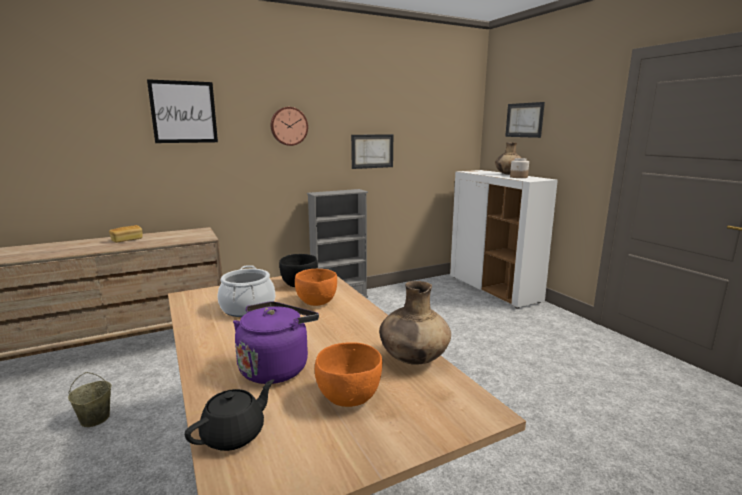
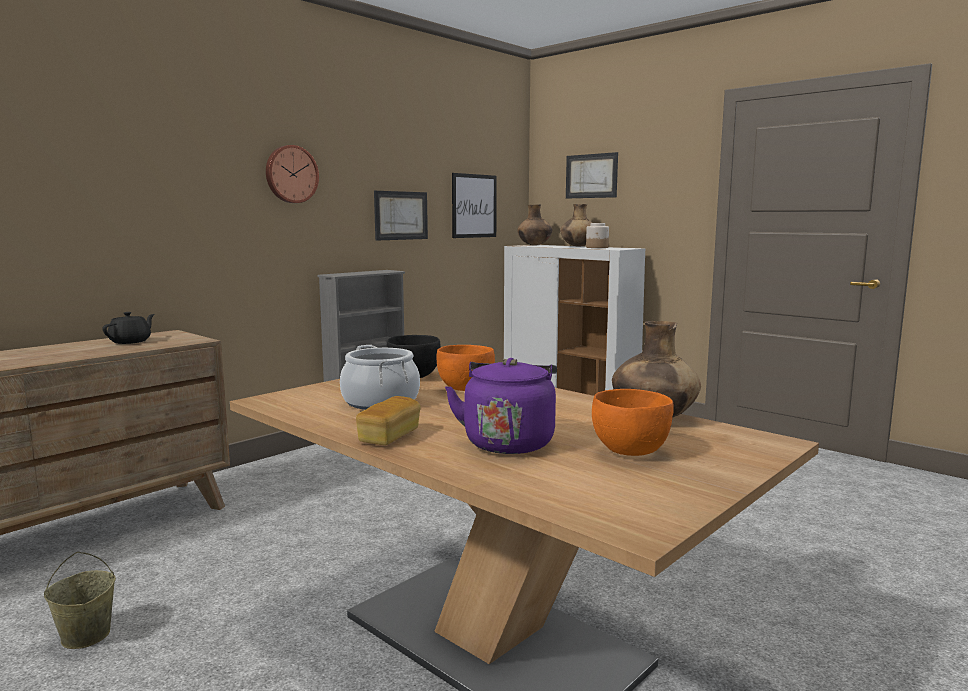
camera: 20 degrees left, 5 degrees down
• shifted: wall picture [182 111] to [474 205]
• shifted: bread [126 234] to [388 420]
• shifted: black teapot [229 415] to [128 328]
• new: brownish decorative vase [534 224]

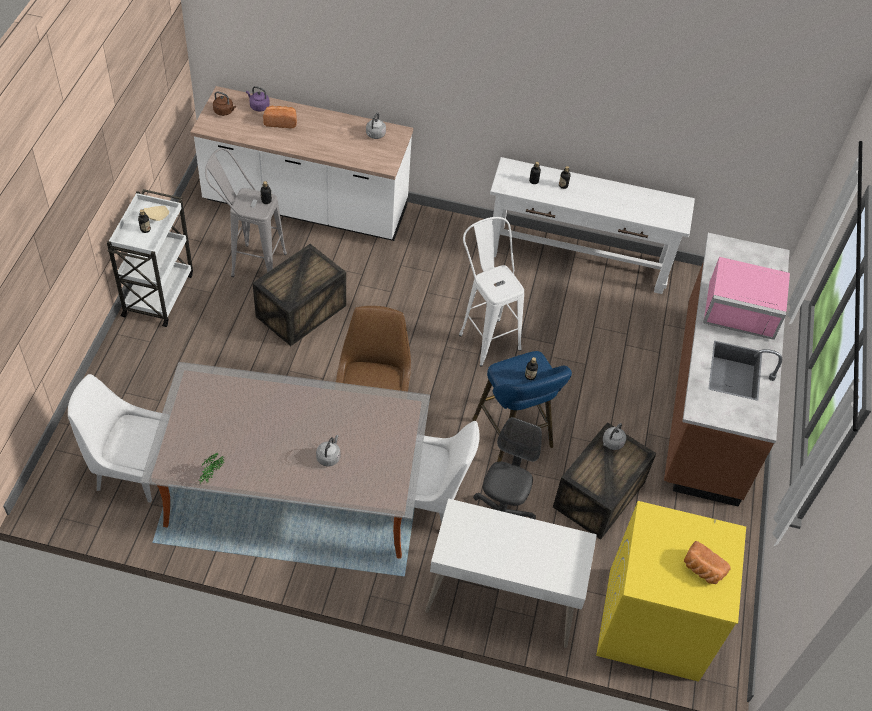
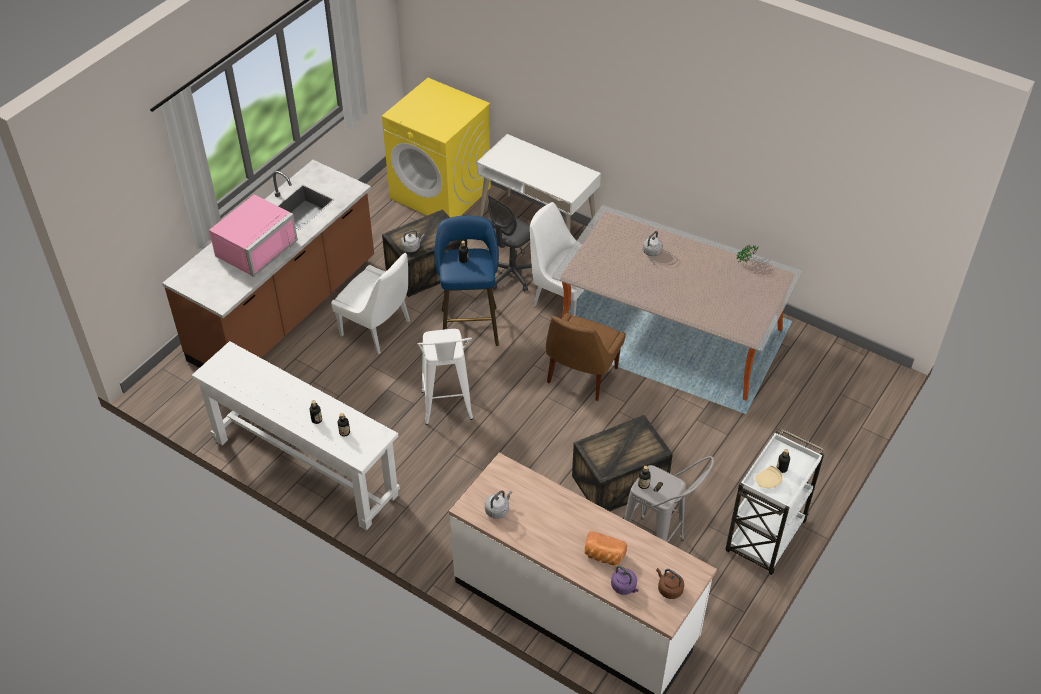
camera: 155 degrees left, 5 degrees down
• rotated: pink-coloured microwave [746 298] = [253 235] 90 degrees clockwise
• shifted: white-coloured chair [115 438] to [370 303]
• gone: bread [707 562]

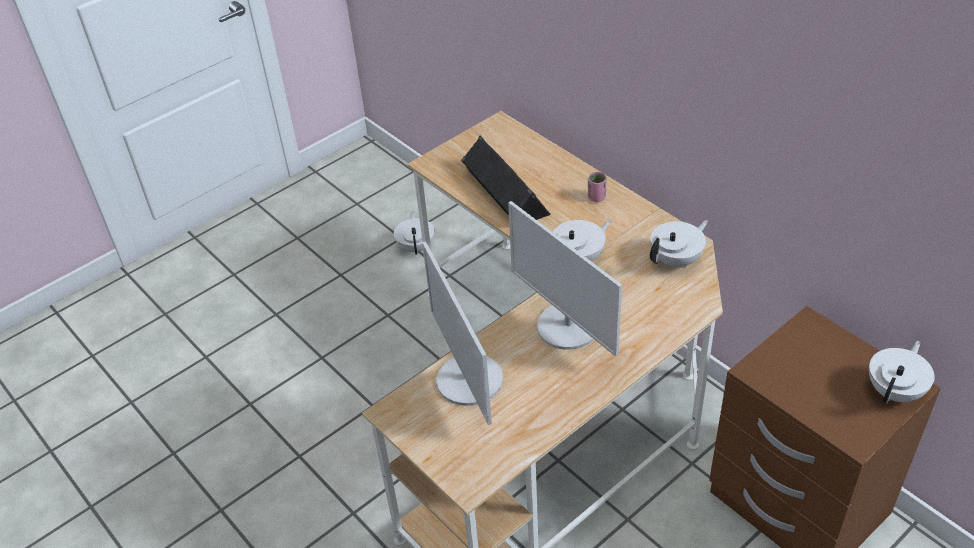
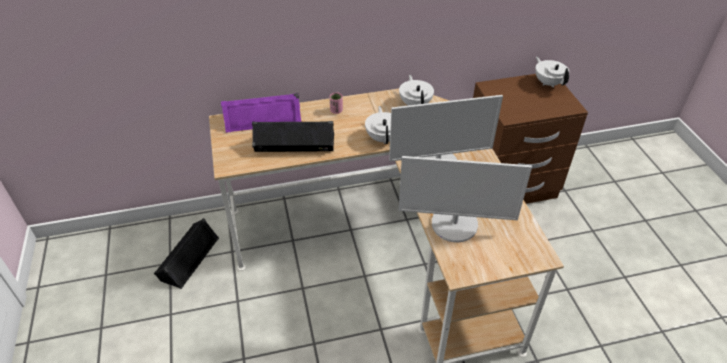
camera: 65 degrees left, 0 degrees up
• swapped: white-coloured teapot [414 233] to black loudspeaker [186 253]
• new: purple-coloured loudspeaker [261 113]

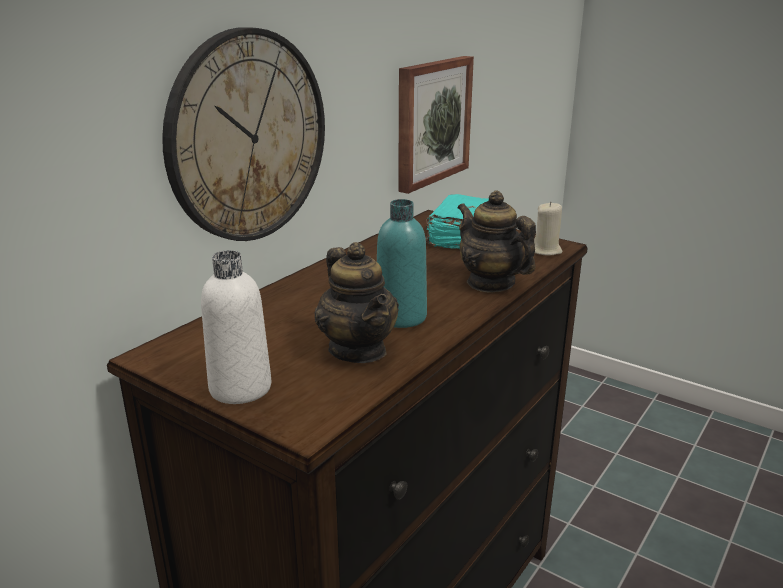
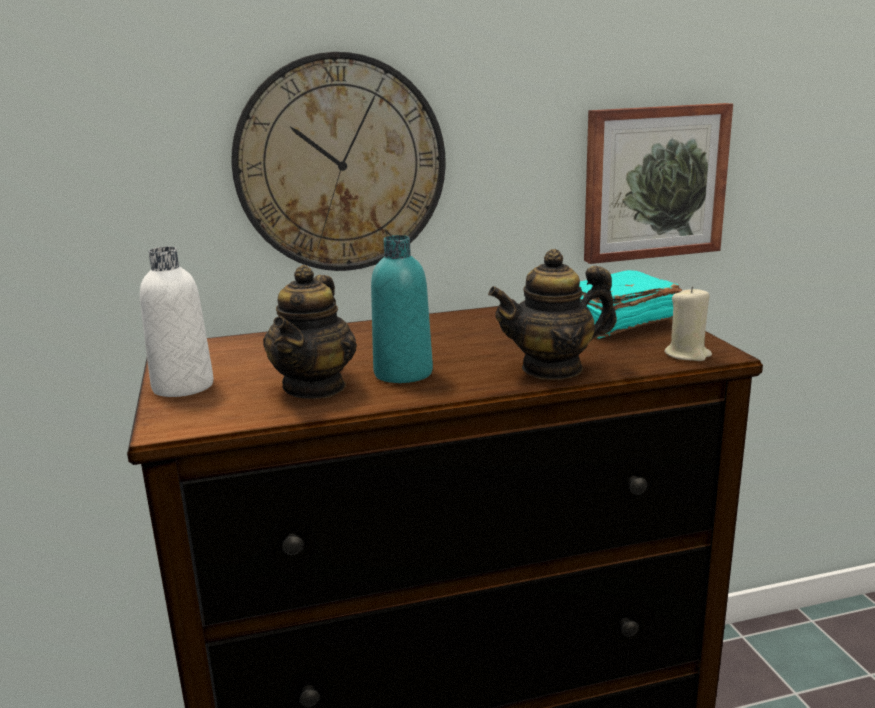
camera: 40 degrees right, 5 degrees down
• rotated: teapot [496 241] = [552 314] 105 degrees counterclockwise

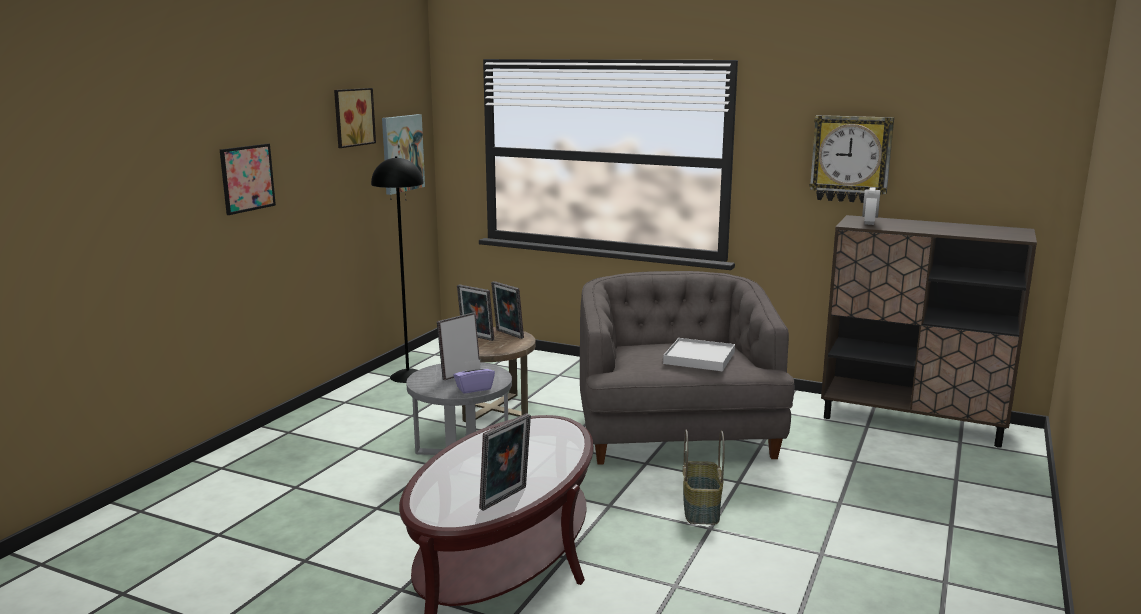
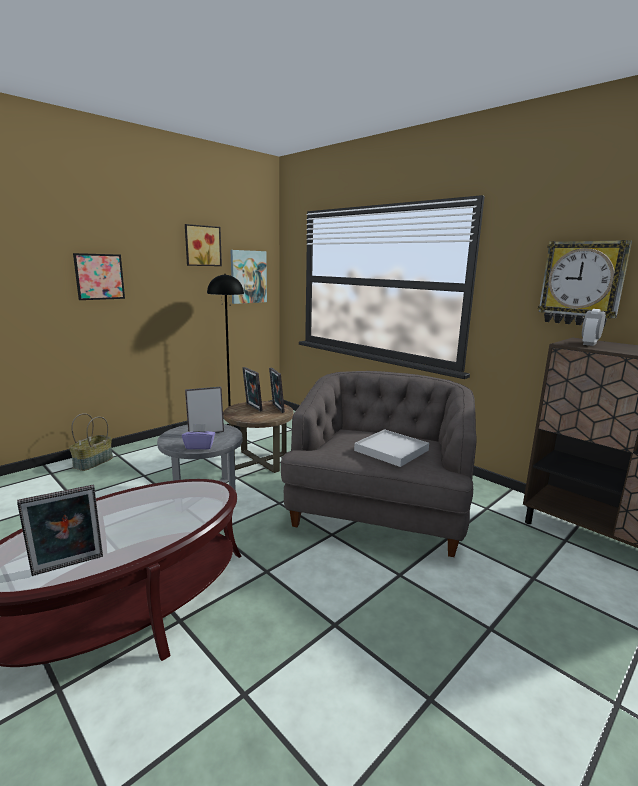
camera: 20 degrees right, 0 degrees up
• shifted: basket [703 477] to [91 442]

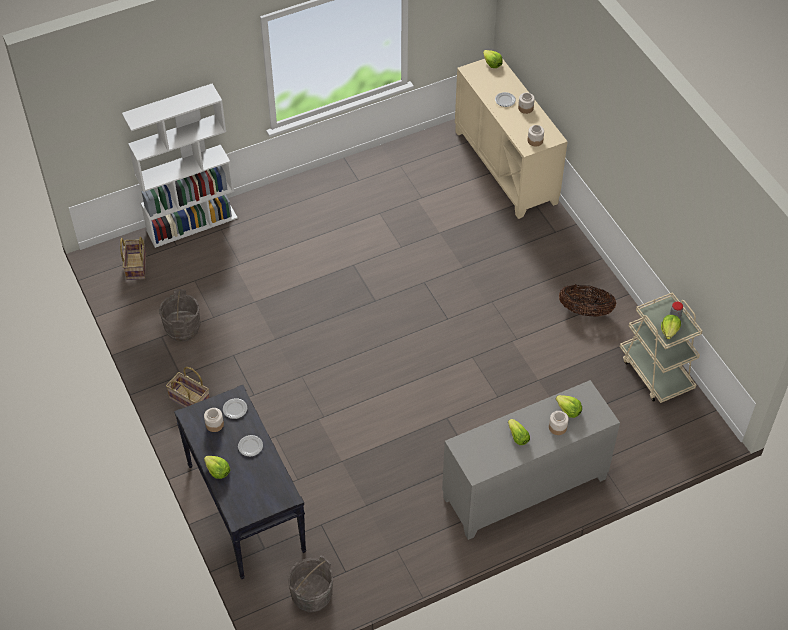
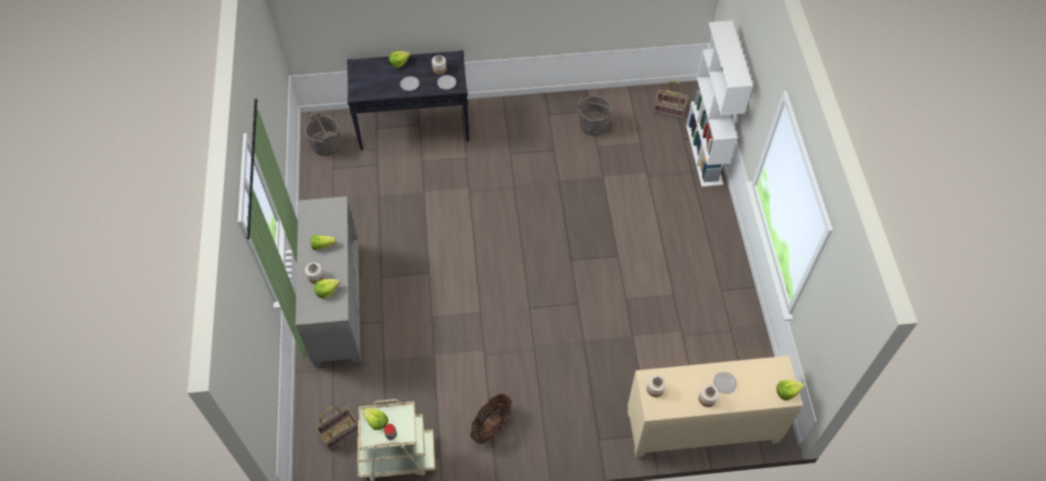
camera: 110 degrees right, 5 degrees up
• shifted: basket [188 387] to [336 428]

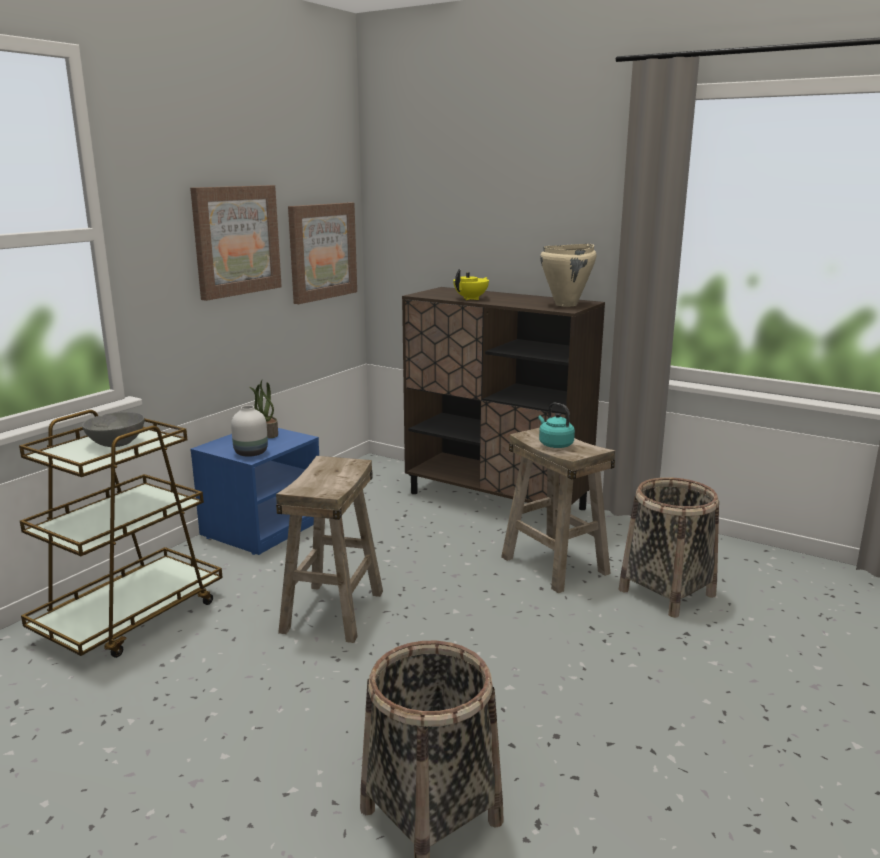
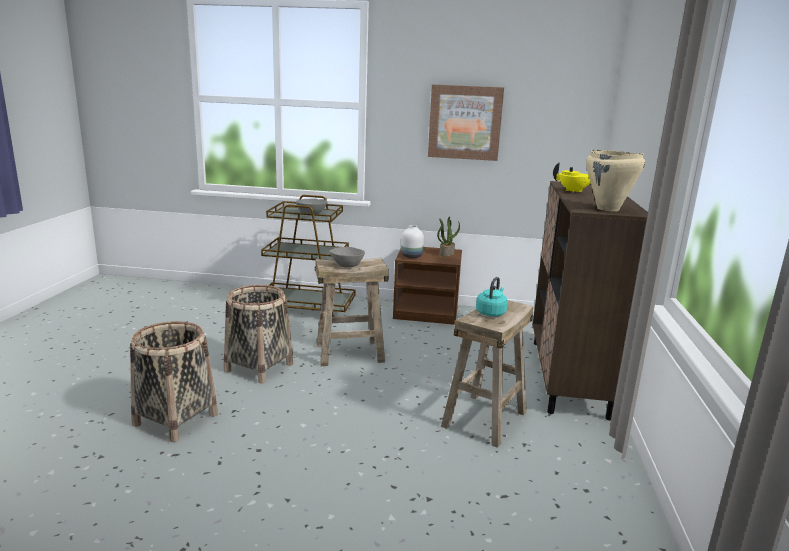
camera: 65 degrees right, 0 degrees up
• gone: wall picture [322 253]
• repainted: blue-coloured nightstand [254 491] to brownish nightstand [427 286]
• shifted: basket [669 547] to [258 334]
• new: greyish bowl [347 257]

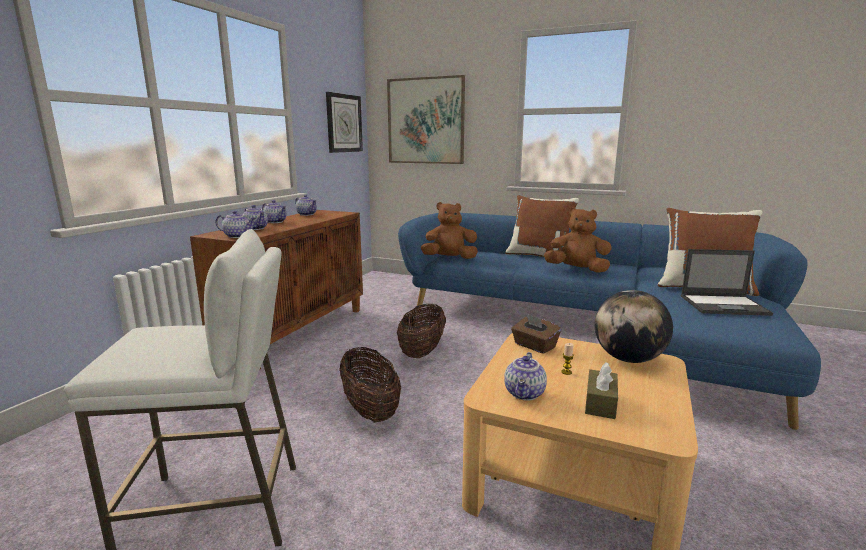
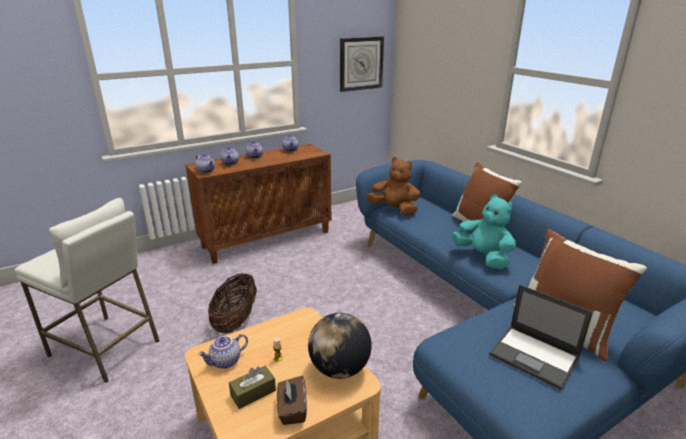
camera: 35 degrees right, 10 degrees up
• gone: wall picture [426 119]
• repainted: brownish plush toy [578 240] to blue-green plush toy [484 231]
• gone: basket [421 331]
• shifted: brownish tissue box [536 334] to [292 400]

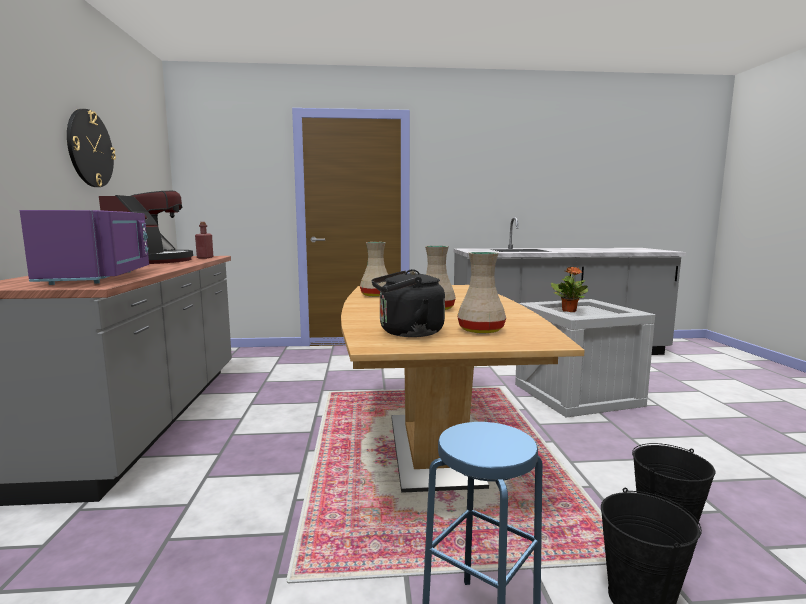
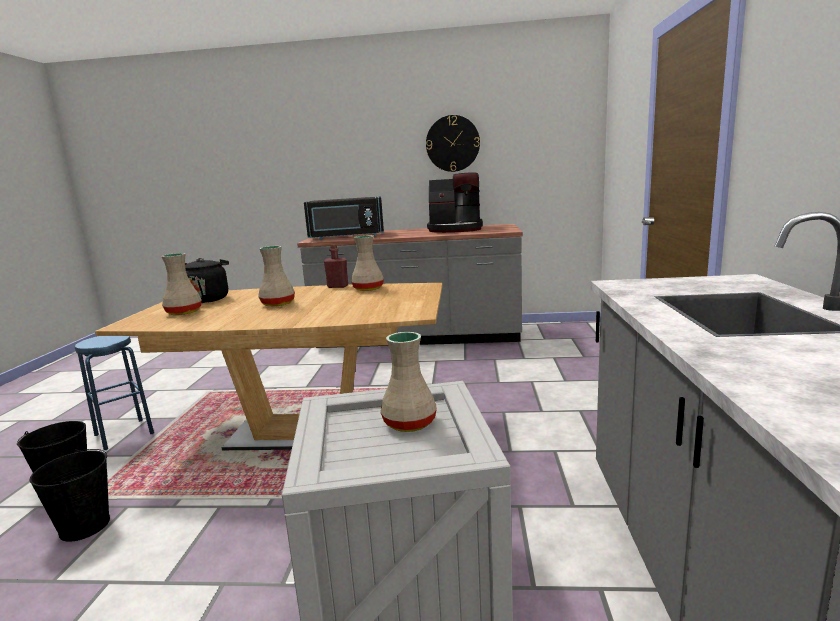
camera: 100 degrees right, 5 degrees up
• repainted: purple-coloured microwave [84 247] to black microwave [344 218]
• shifted: red drink bottle [204 240] to [336 266]
• swapped: potted plant [569 289] to beige-coloured decorative vase [409 382]

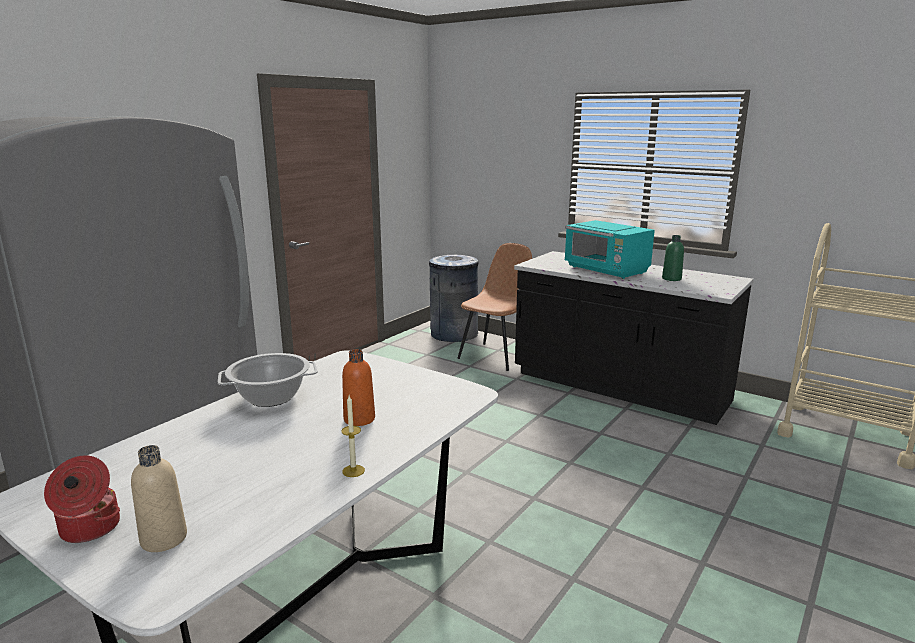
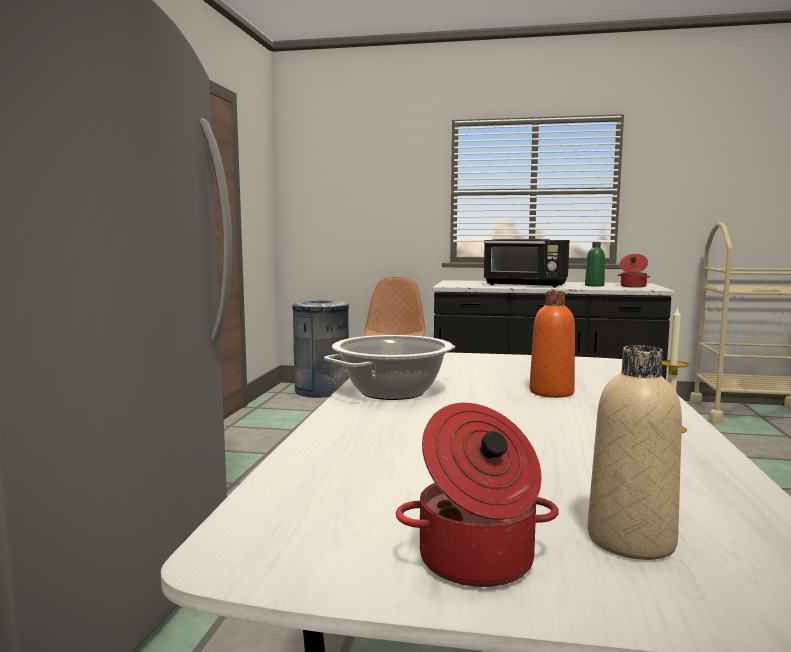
camera: 25 degrees left, 10 degrees down
• repainted: blue-green microwave [610 249] to black microwave [526 263]
• new: cooking pot [634 271]

